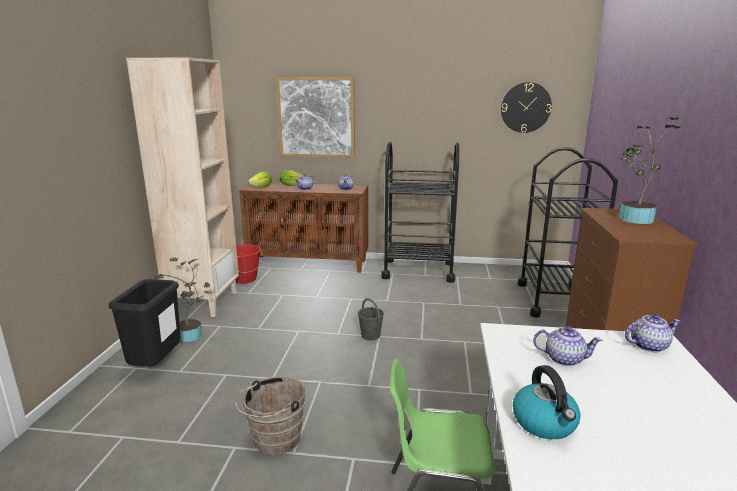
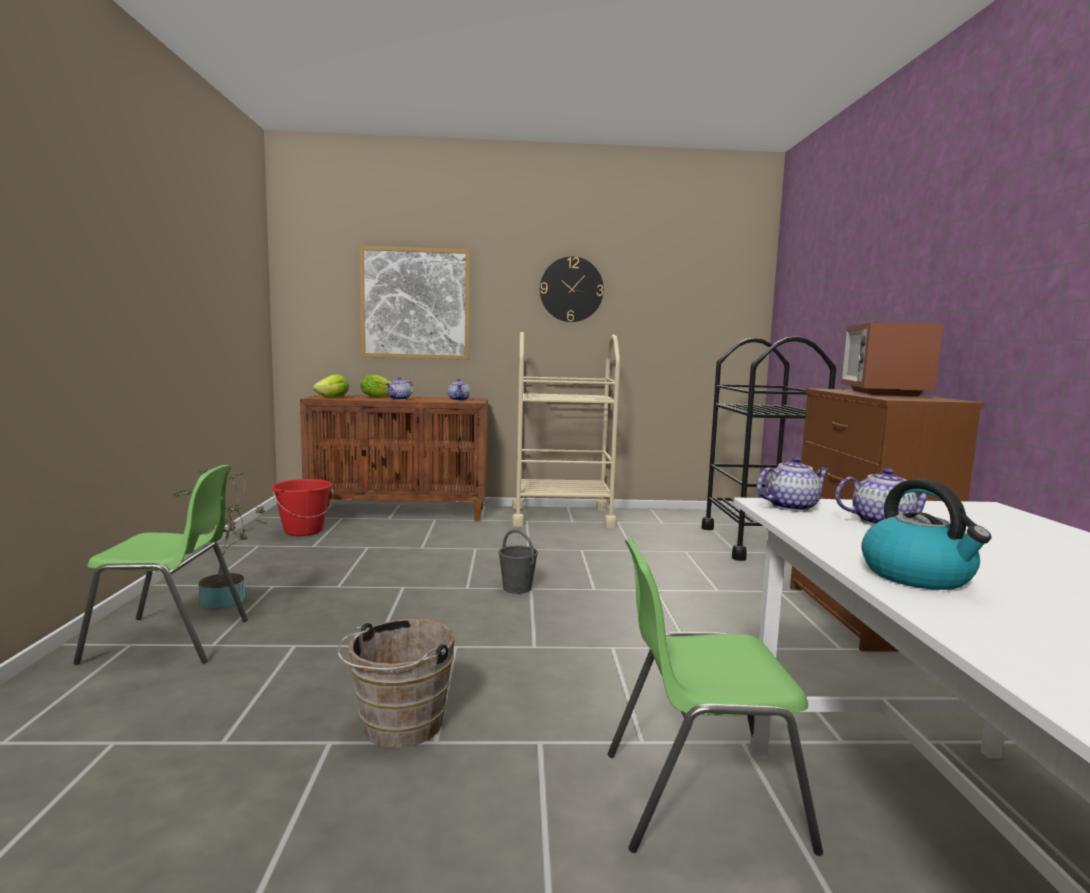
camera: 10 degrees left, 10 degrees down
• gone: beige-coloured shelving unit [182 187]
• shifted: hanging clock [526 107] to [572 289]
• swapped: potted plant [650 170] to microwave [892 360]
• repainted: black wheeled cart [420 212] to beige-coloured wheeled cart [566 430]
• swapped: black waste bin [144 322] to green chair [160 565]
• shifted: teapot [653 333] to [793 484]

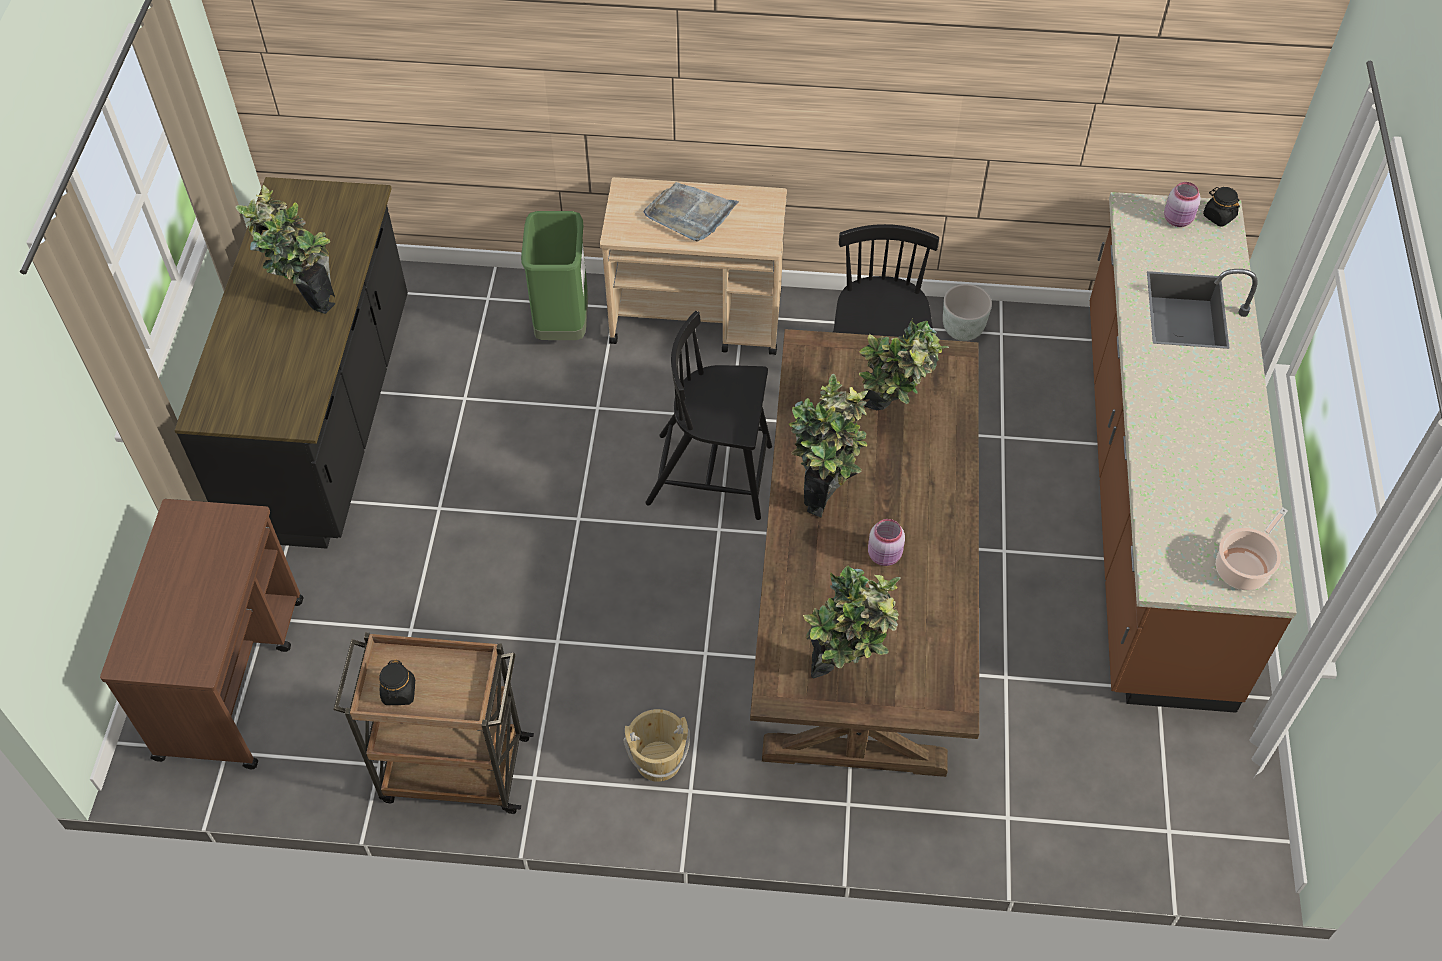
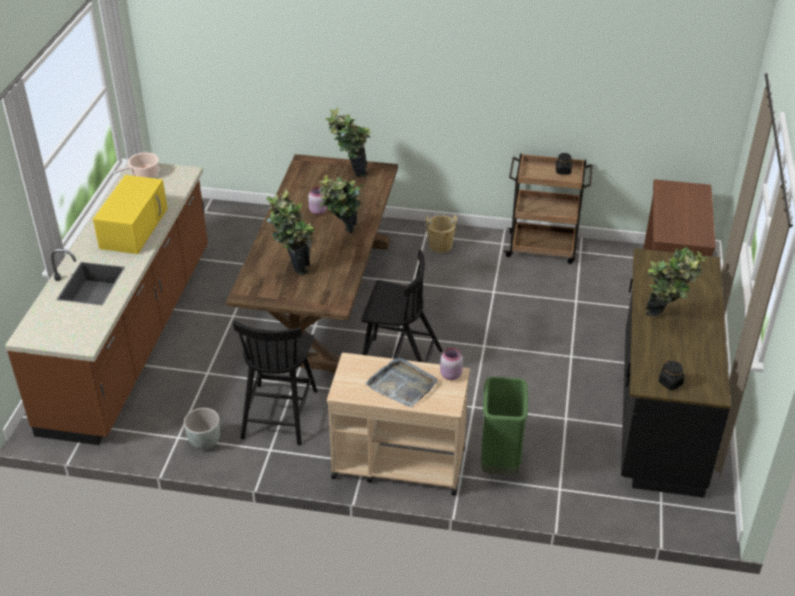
camera: 175 degrees left, 15 degrees down
• shifted: pink-coloured preserve jar [1182 204] to [451 364]
• shifted: black preserve jar [1221 206] to [672 375]
• new: yellow-coloured microwave [130 214]

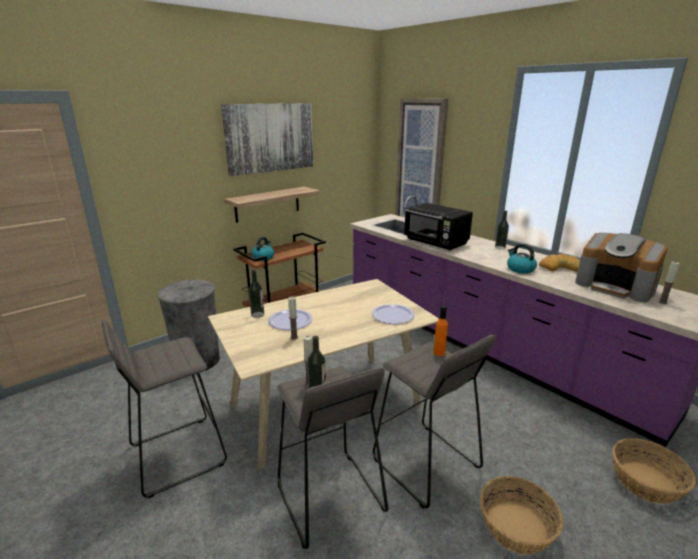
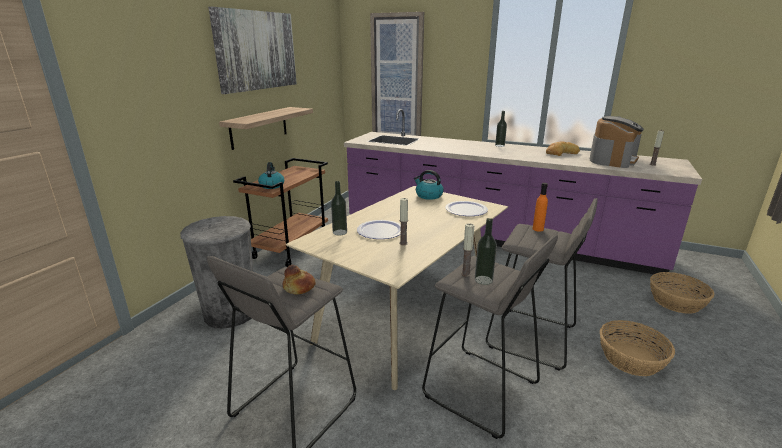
camera: 25 degrees left, 0 degrees up
• gone: black microwave [438 227]
• rotated: coffee maker [621 267] = [617 142] 75 degrees counterclockwise
• shifted: tea kettle [522 259] to [429 185]
• new: bread [299 280]

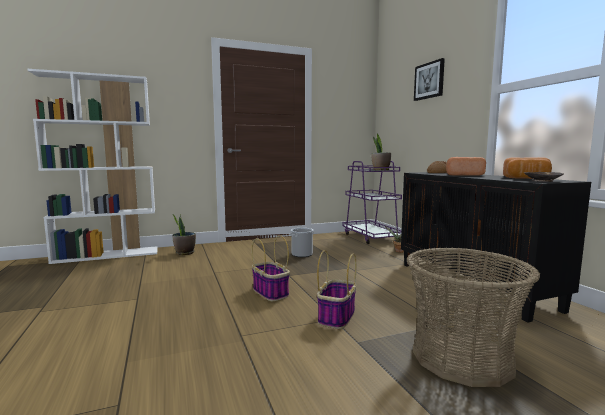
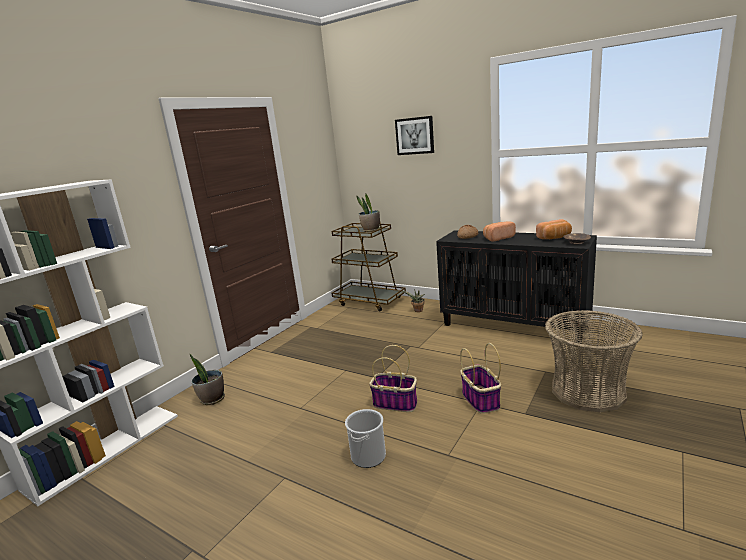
camera: 35 degrees left, 10 degrees up
• repainted: purple-coloured wheeled cart [372 202] to brownish wheeled cart [368 267]
• shifted: bucket [302 242] to [365 438]

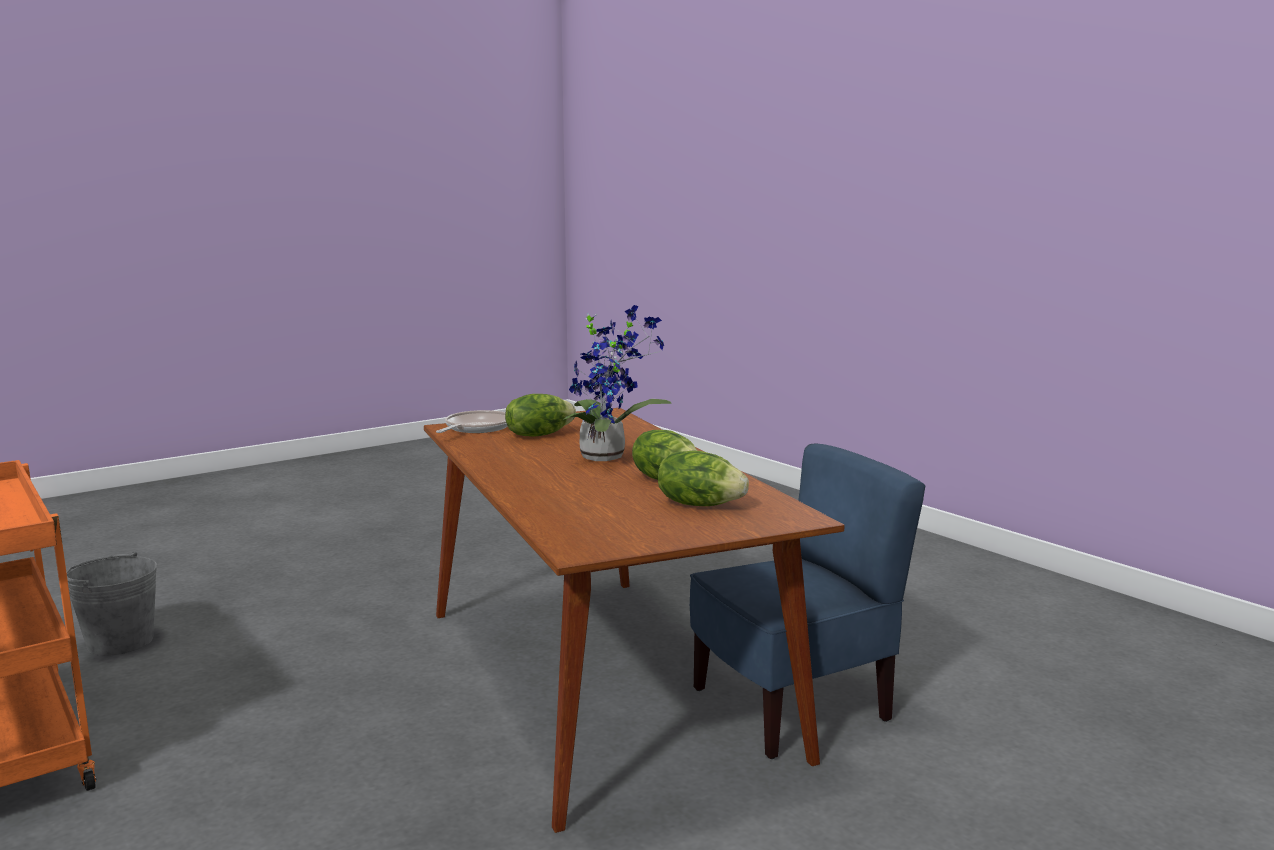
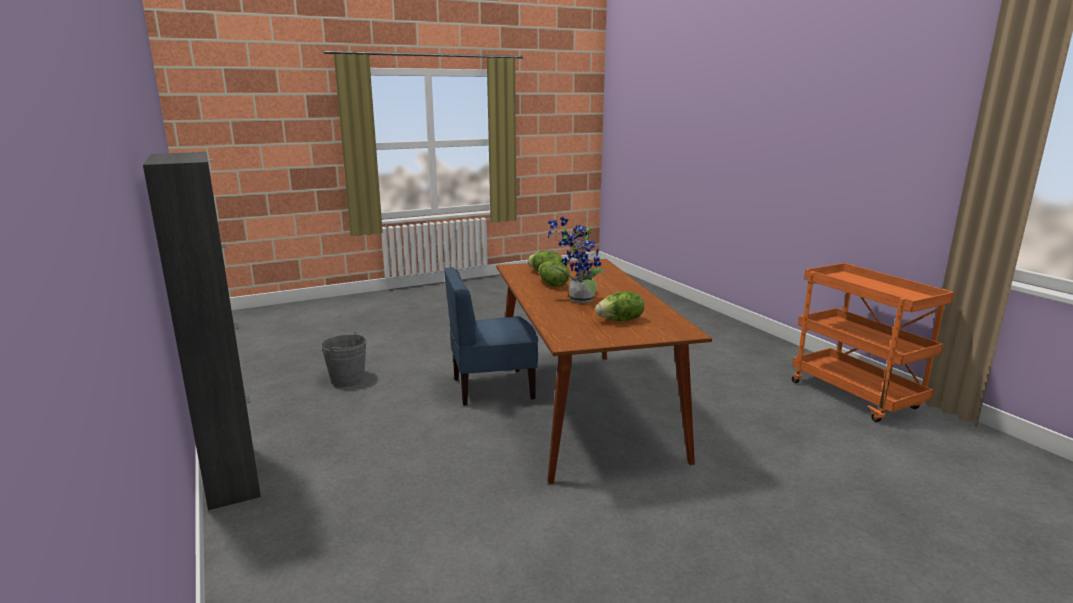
camera: 170 degrees left, 5 degrees up
• gone: frying pan [472 421]
• shifted: greyish bucket [111 604] to [344 359]
• new: black cabinet [202 331]

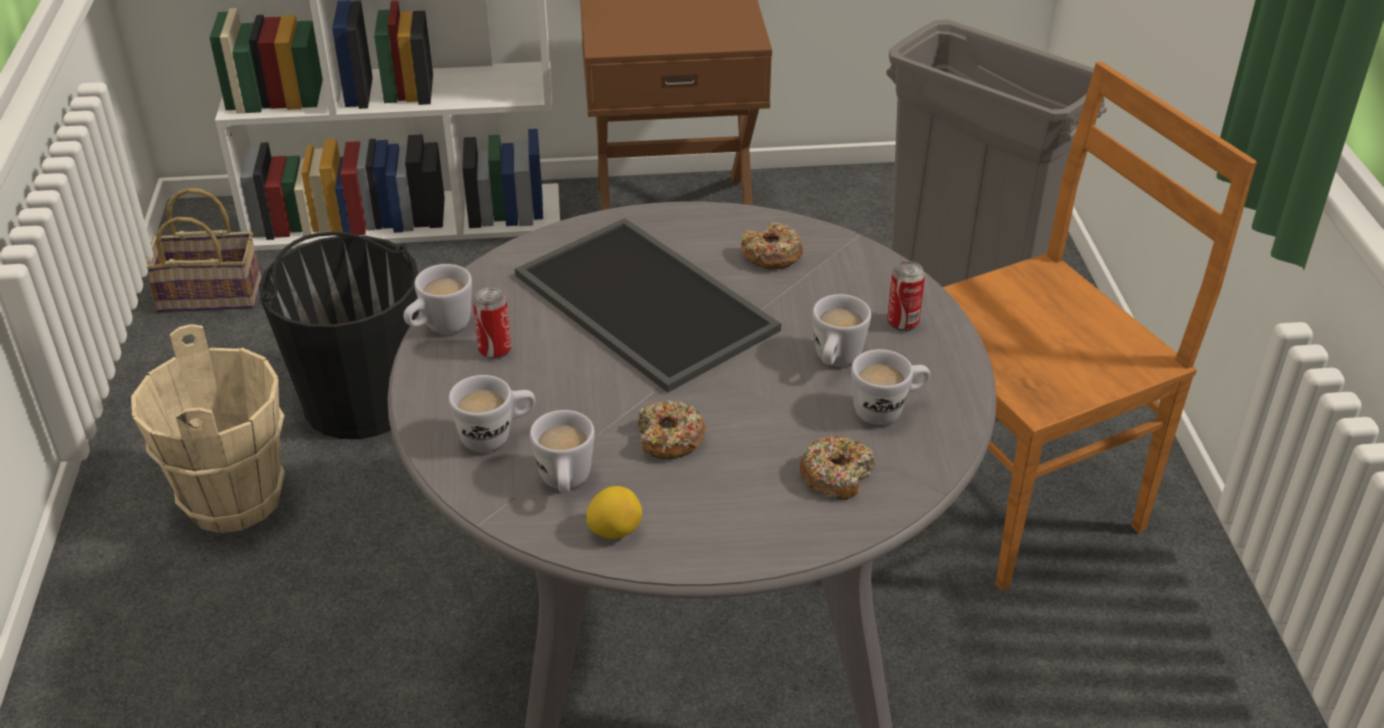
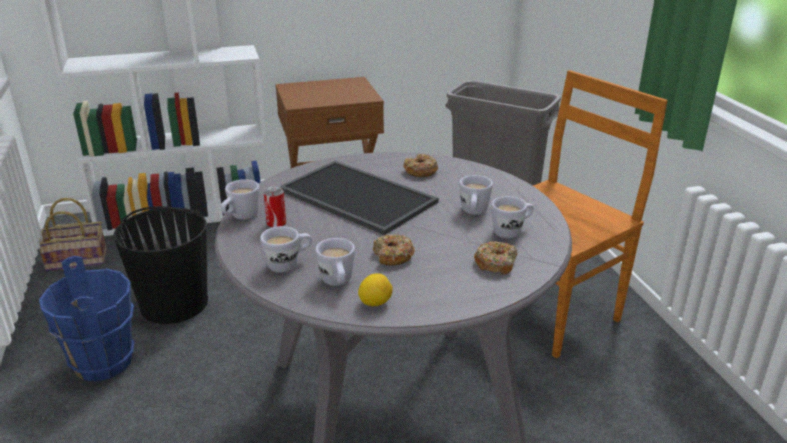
camera: 10 degrees left, 10 degrees down
• gone: can [906 296]
• repainted: beige-coloured bucket [208 428] to blue-coloured bucket [86 318]

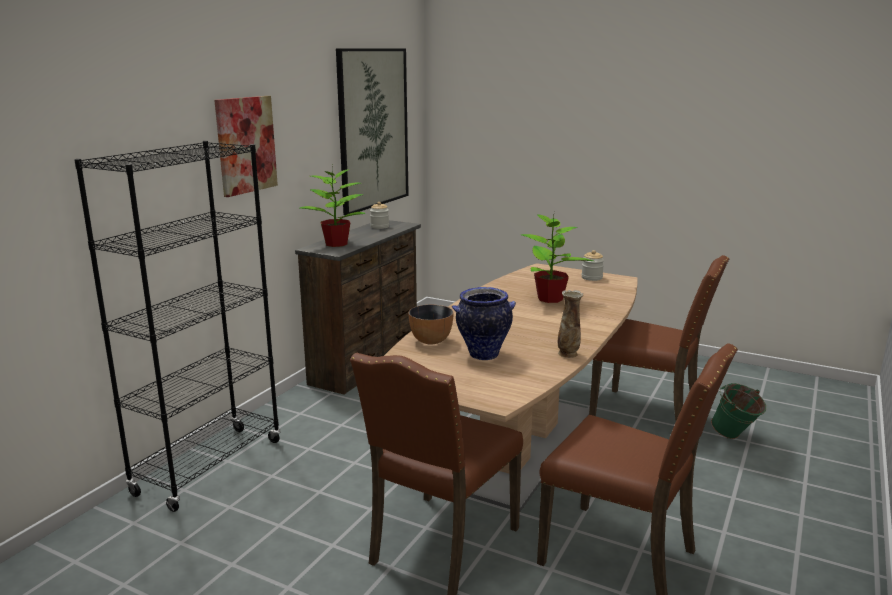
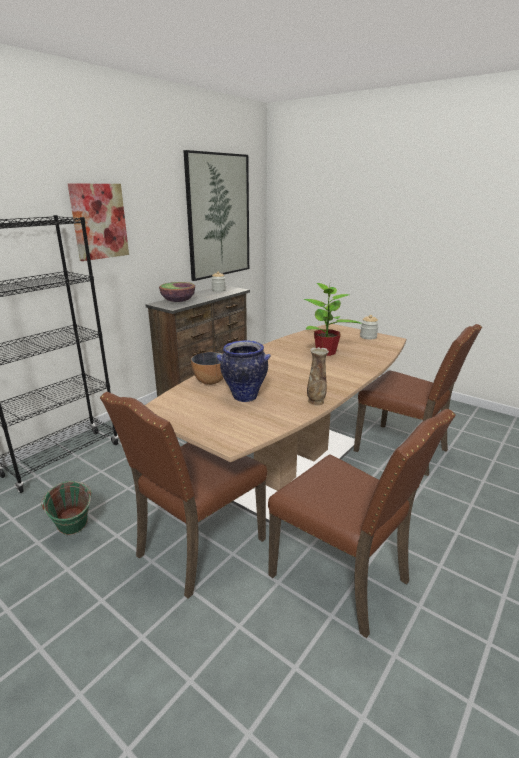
camera: 10 degrees right, 5 degrees up
• swapped: potted plant [333 206] to bowl [177 292]
• shifted: green bucket [739 411] to [66 508]

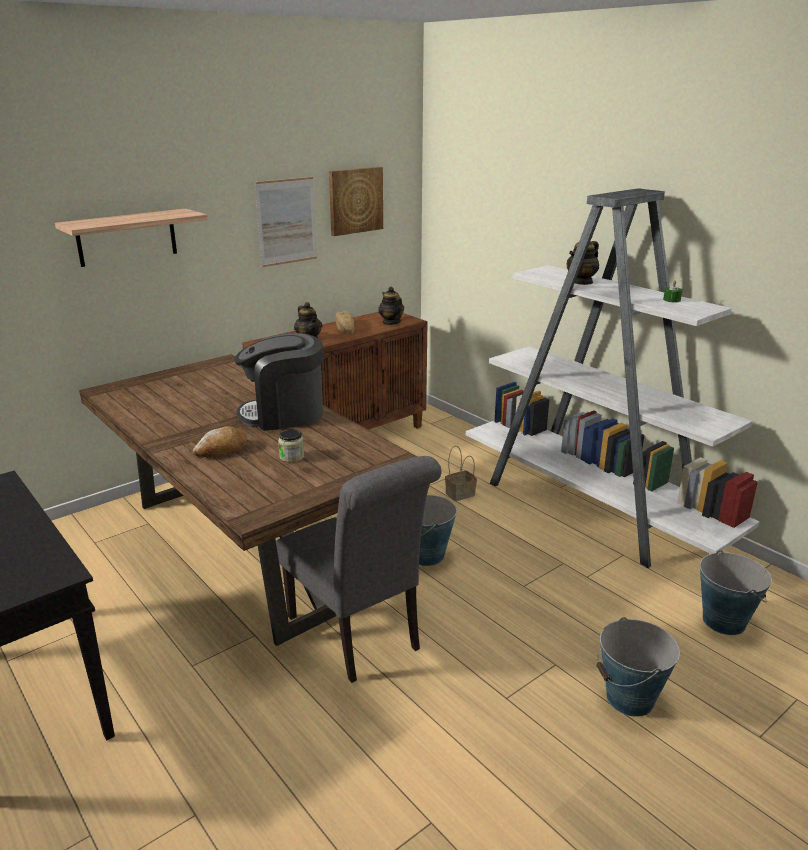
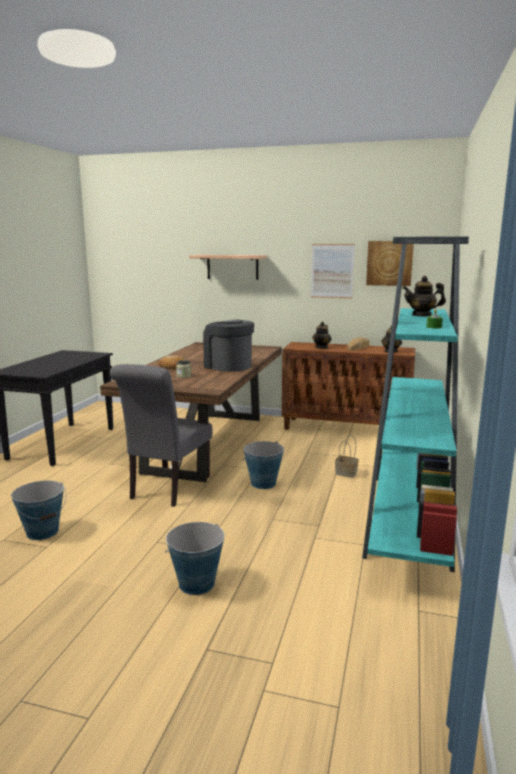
camera: 55 degrees right, 10 degrees down
• repainted: white-coloured shelving unit [613 378] to blue-green shelving unit [415 404]
• shifted: bucket [736 592] to [38 510]

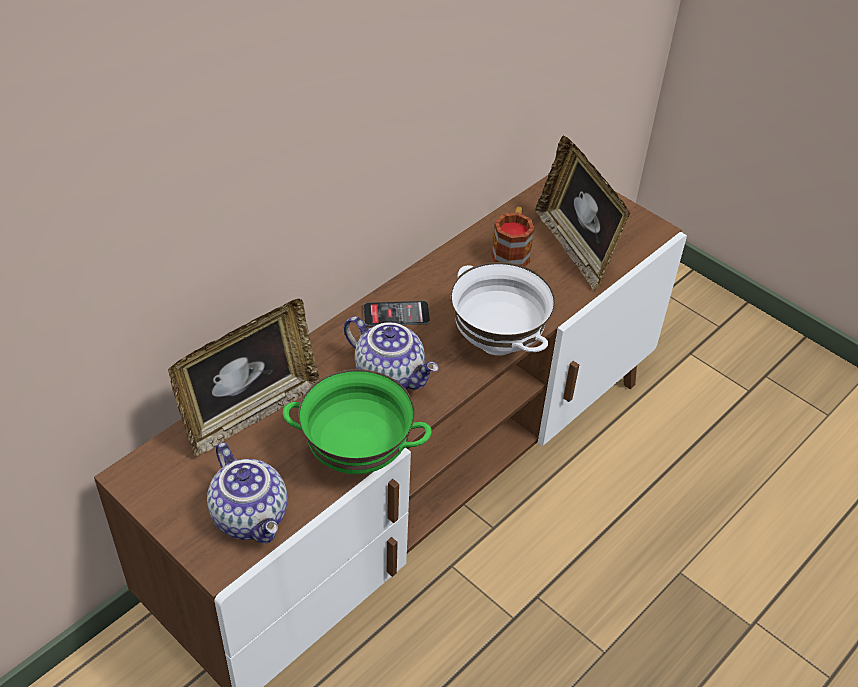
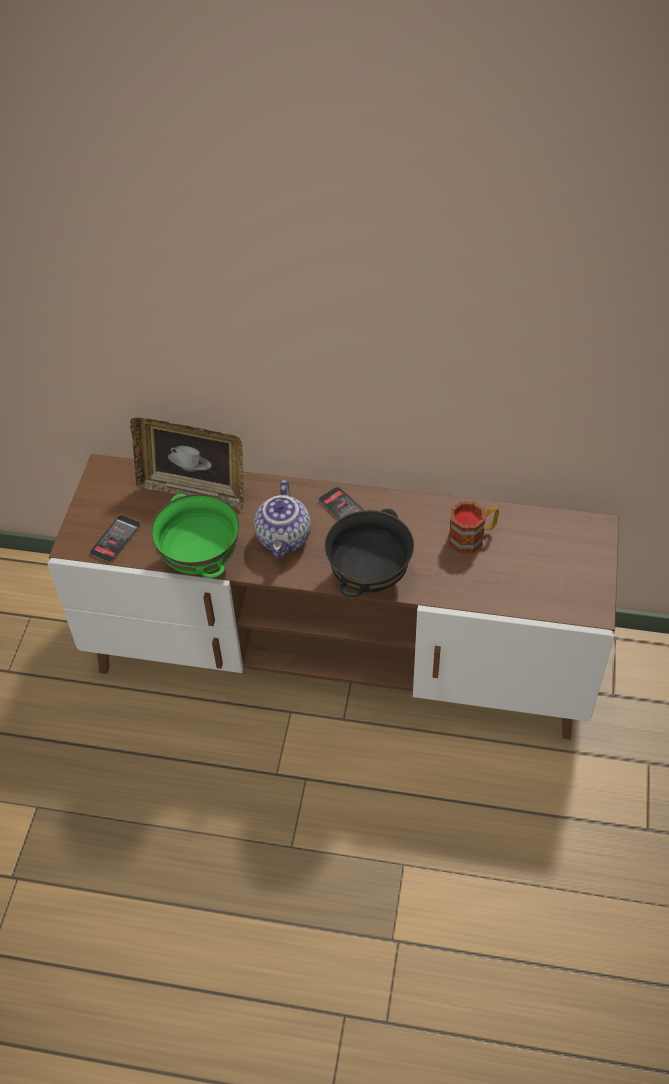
camera: 60 degrees right, 5 degrees up
• gone: picture frame [582 213]
• repainted: white-coloured bowl [503 309] to black bowl [369 553]
• swapped: teapot [247 493] to handset [115 539]

